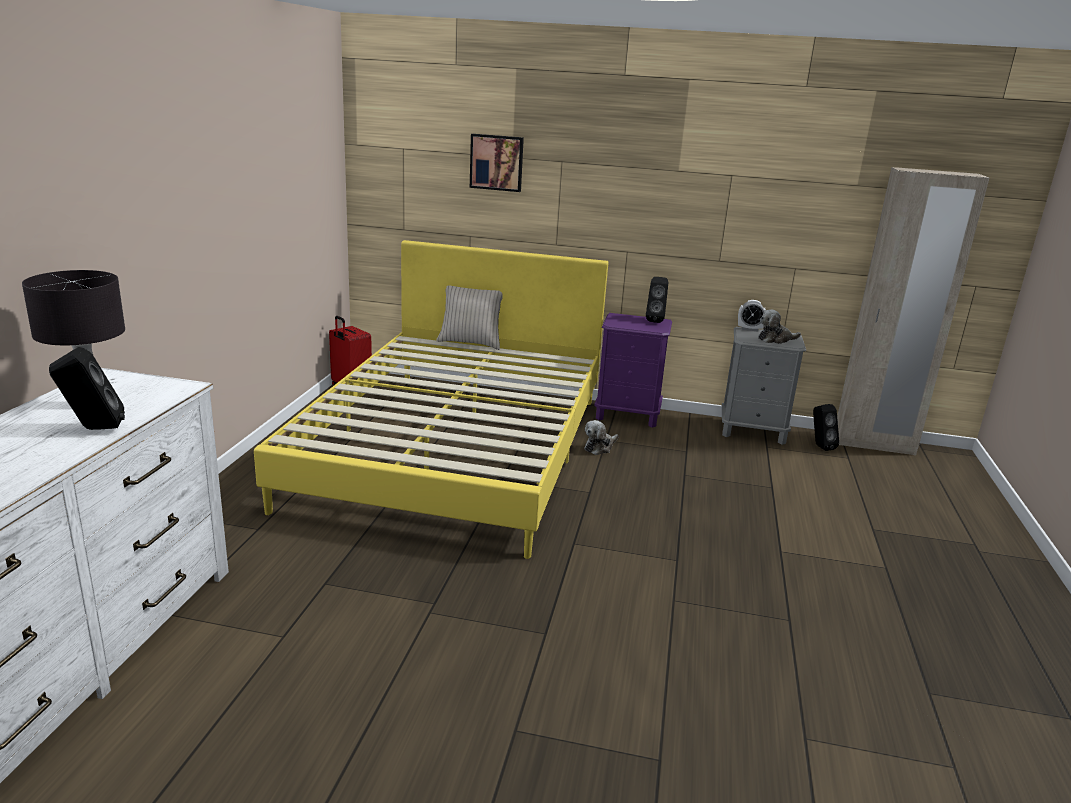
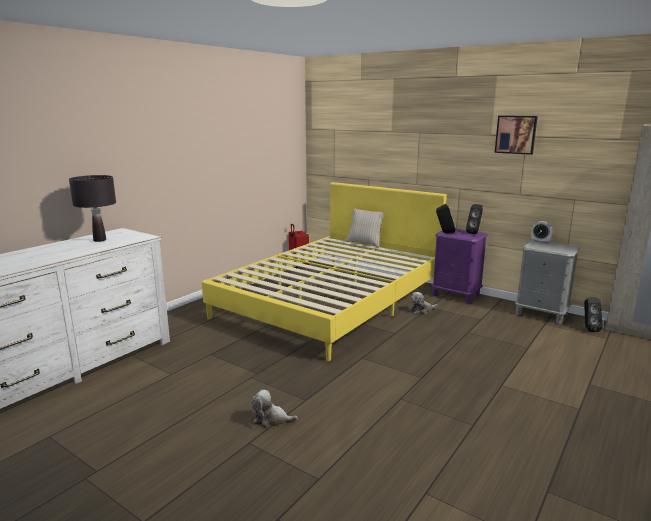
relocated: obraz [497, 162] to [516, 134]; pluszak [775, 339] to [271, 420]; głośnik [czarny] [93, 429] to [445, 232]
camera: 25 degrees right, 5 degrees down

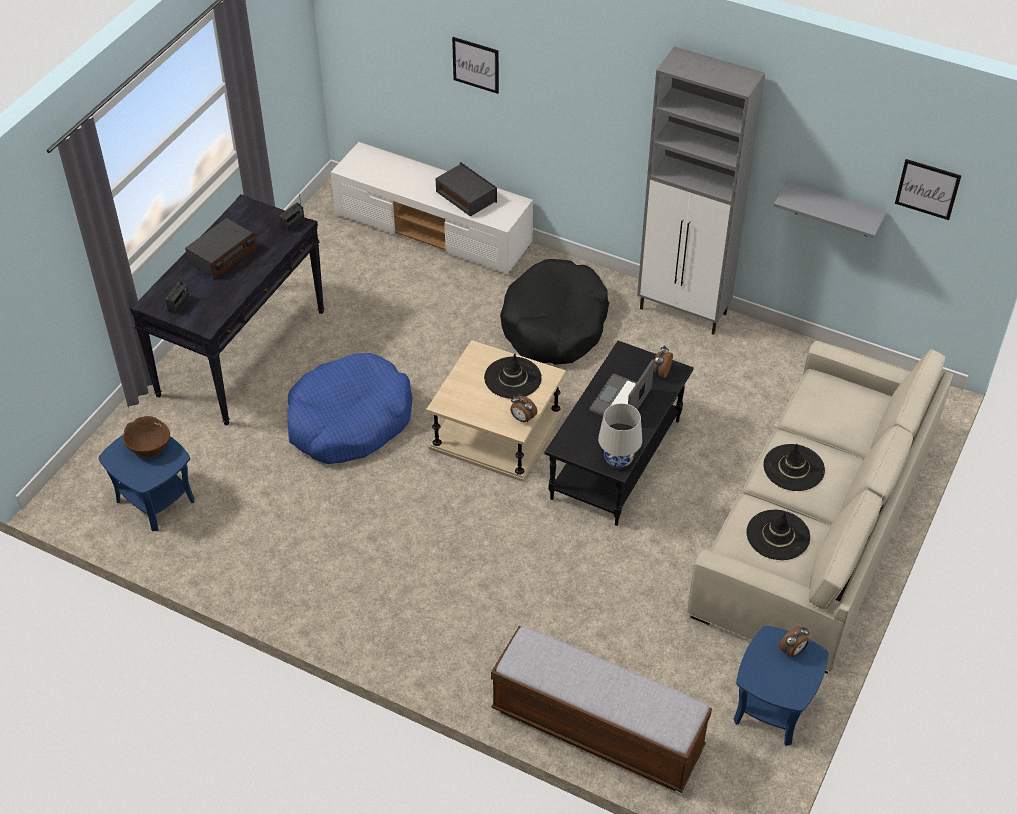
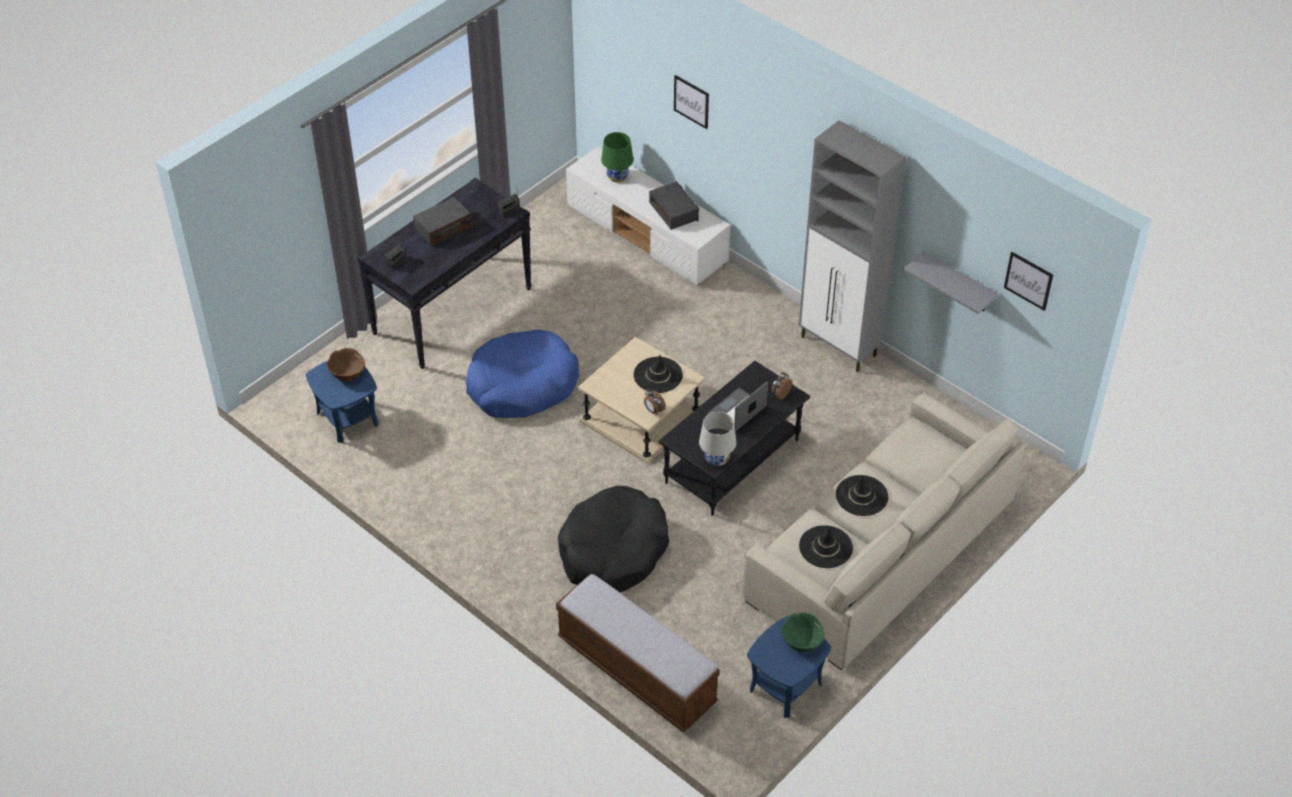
appeared: lampa stołowa [zielony] [617, 177]
relocated: legowisko [czarny] [554, 325] to [613, 551]
exchanged: budzik [793, 651] to miska [zielony] [802, 640]
camera: 15 degrees right, 0 degrees up

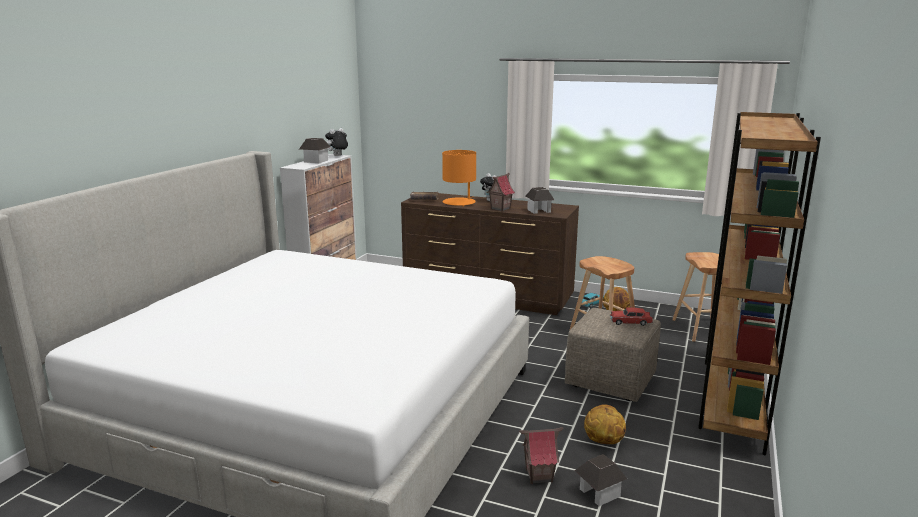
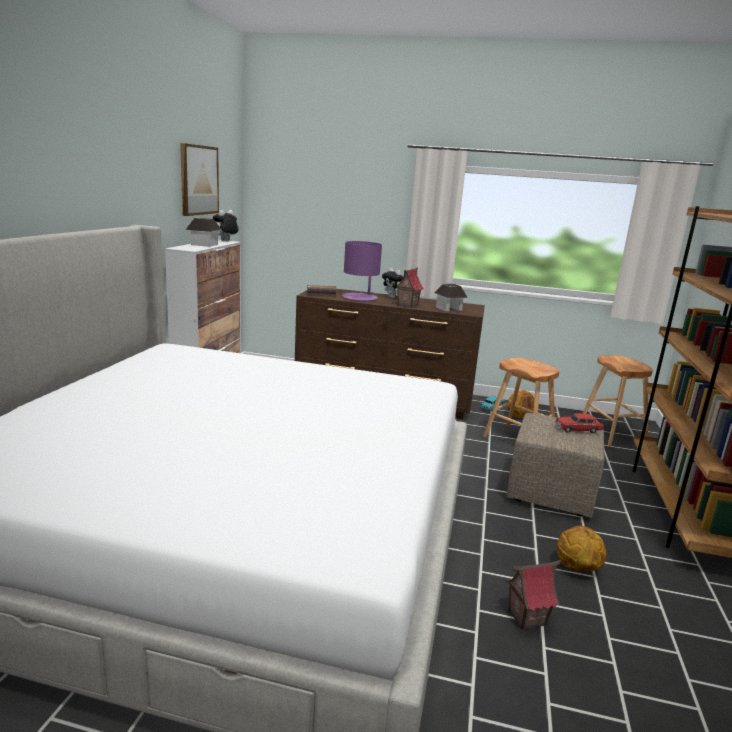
missing: domek [599, 493]
appeared: obraz [198, 180]
colour: lampa stołowa [pomarańczowy] [459, 202] to lampa stołowa [fioletowy] [360, 298]
camera: 10 degrees left, 0 degrees up

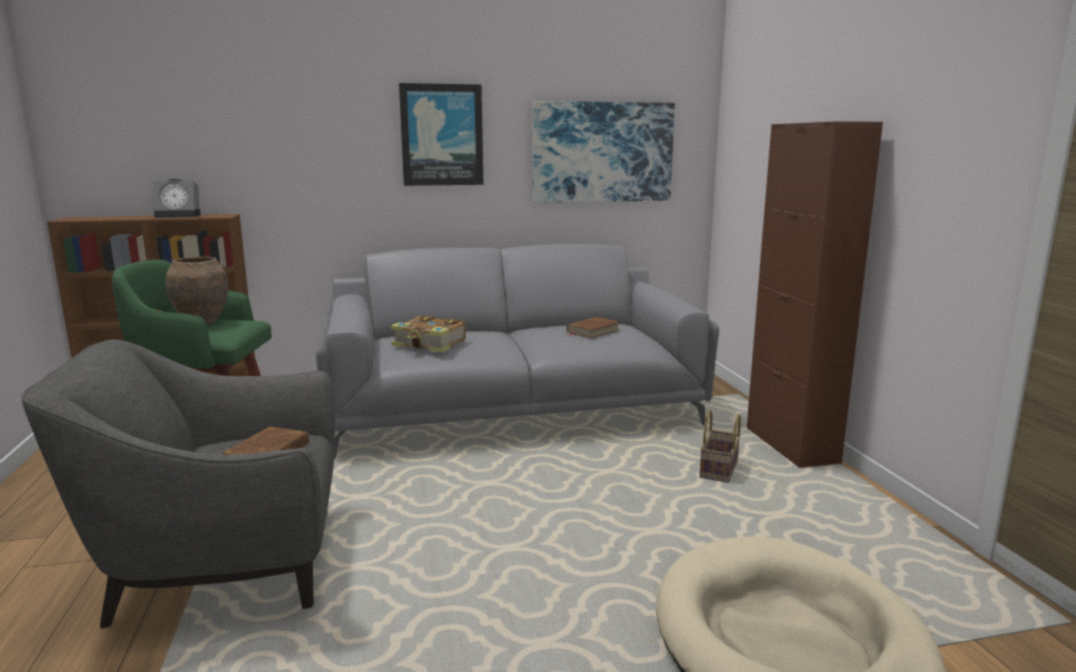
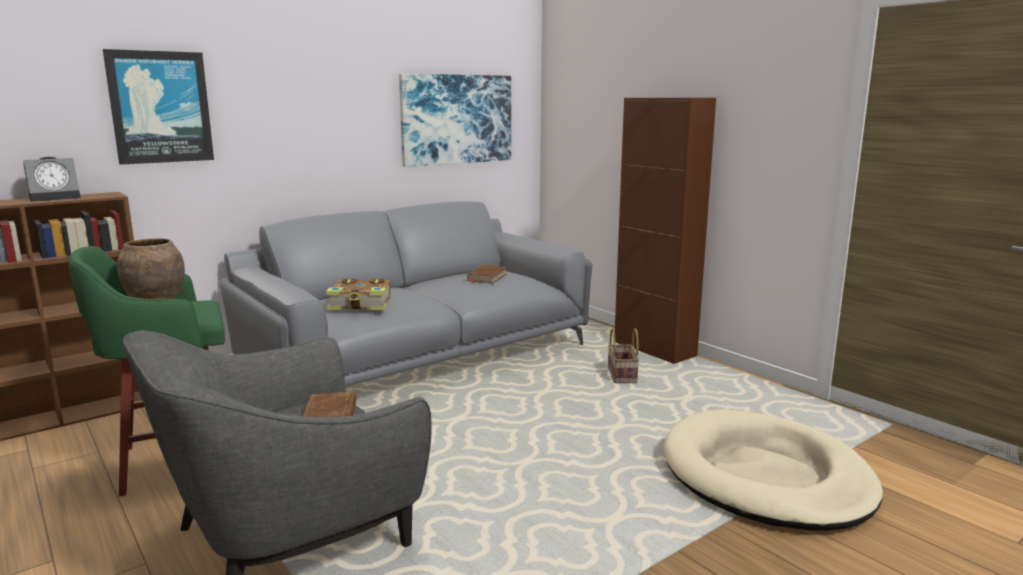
relocated: obraz [442, 135] to [160, 107]
camera: 25 degrees left, 0 degrees up

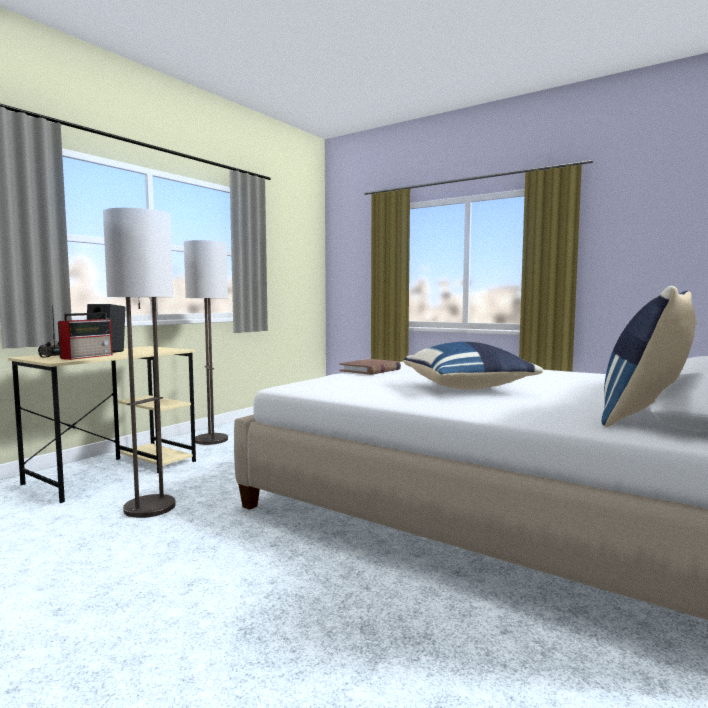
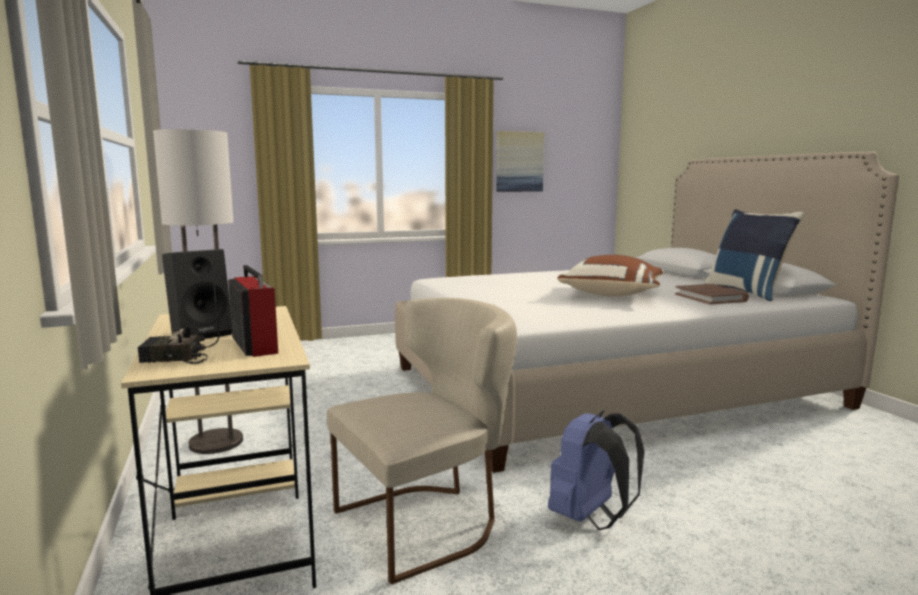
appeared: obraz [519, 161]; plecak [niebieski] [590, 518]
relocated: książka [brązowy] [370, 370] to [710, 297]
exchanged: lampa stojąca [150, 508] to krzesło [beżowy] [427, 522]
colour: poduszka [niebieski] [468, 388] to poduszka [brązowy] [613, 294]
camera: 55 degrees left, 5 degrees up

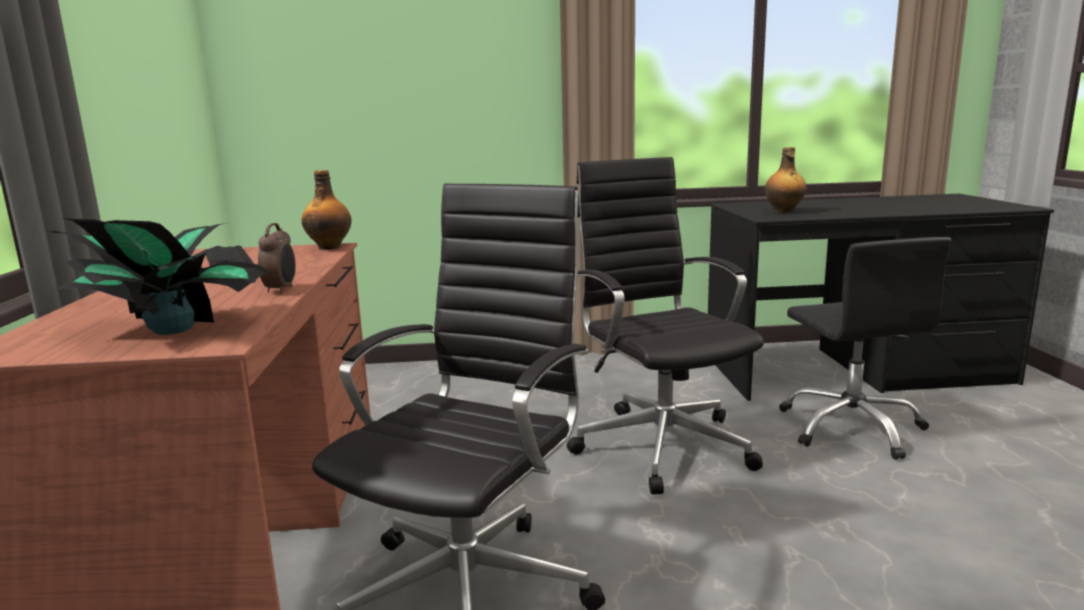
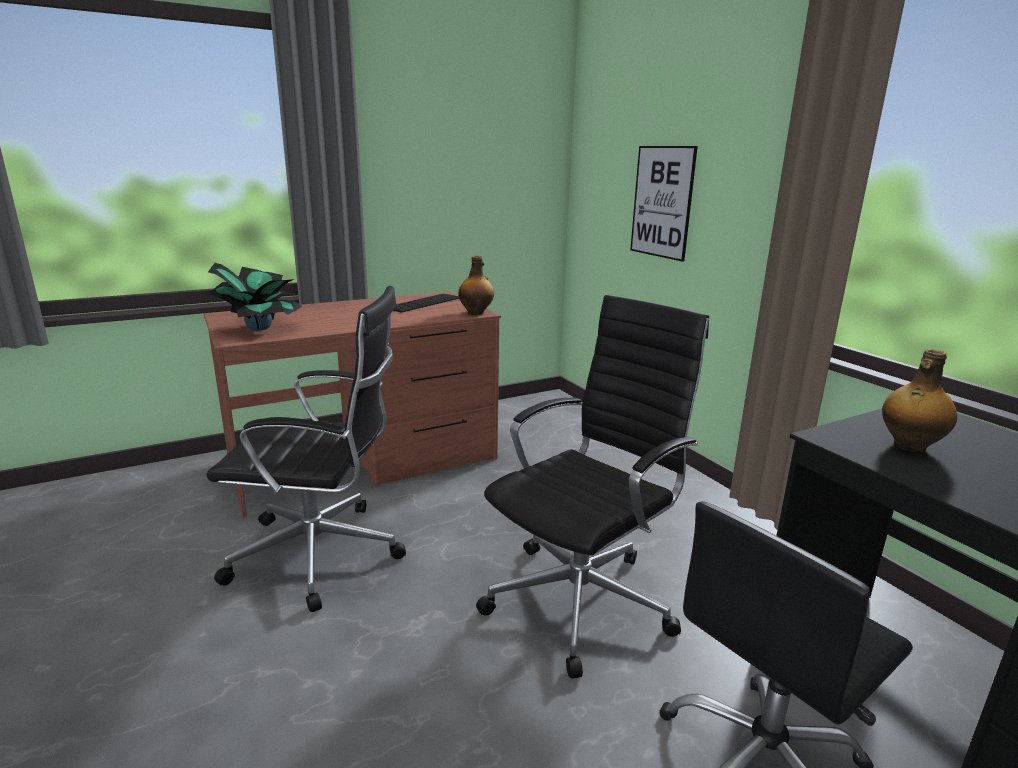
missing: budzik [281, 290]
appeared: obraz [662, 202]
camera: 65 degrees right, 5 degrees up

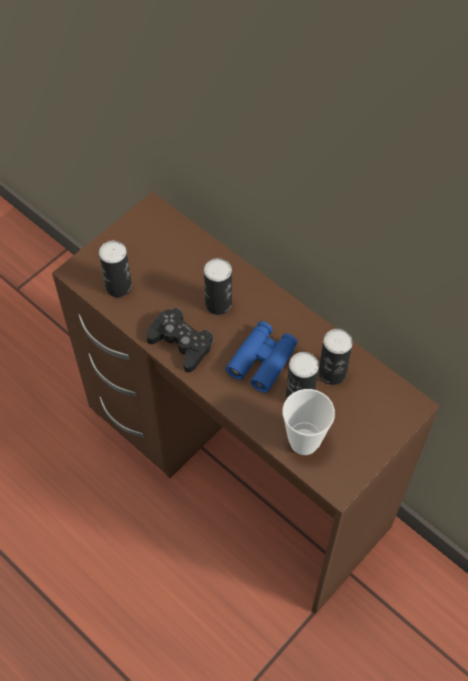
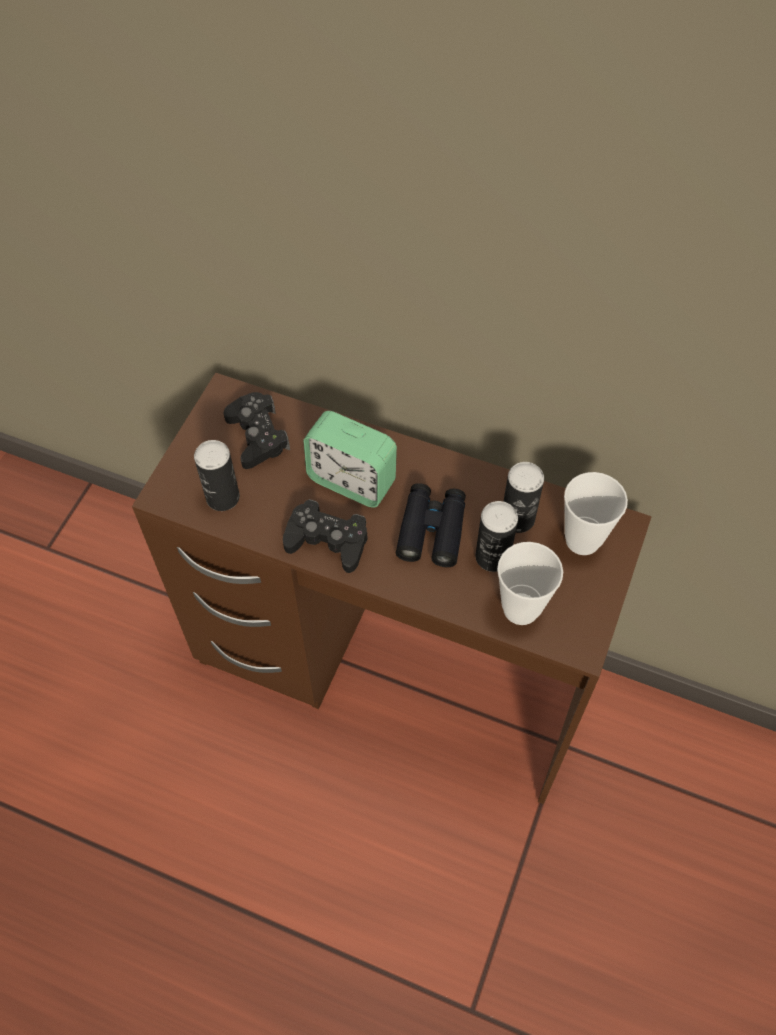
appeared: pad do gier [czarny] [257, 436]; filiżanka [582, 540]
exchanged: puszka [218, 304] to budzik [352, 480]
colour: lornetka [niebieski] [262, 360] to lornetka [czarny] [431, 530]
camera: 20 degrees left, 0 degrees up

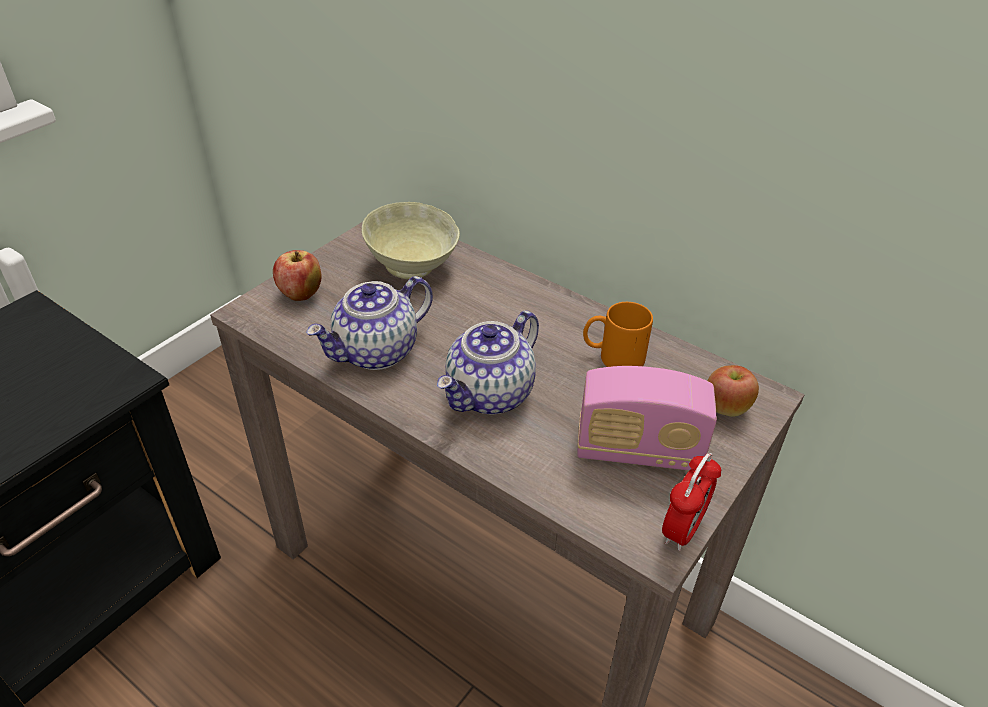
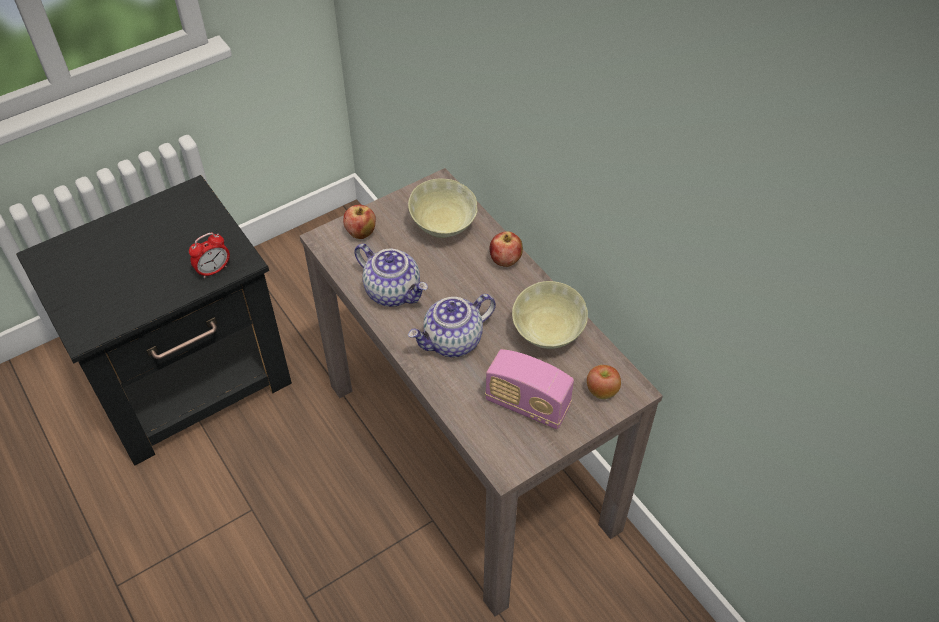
appeared: jabłko [505, 261]
relocated: budzik [682, 529] to [214, 270]
exchanged: kubek [pomarańczowy] [612, 357] to miska [beżowy] [546, 334]
spun: imbryk [376, 352] = [393, 291] 120 degrees counterclockwise
camera: 20 degrees right, 10 degrees up

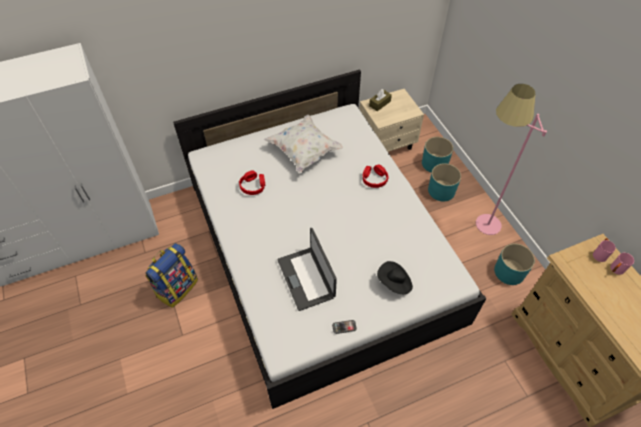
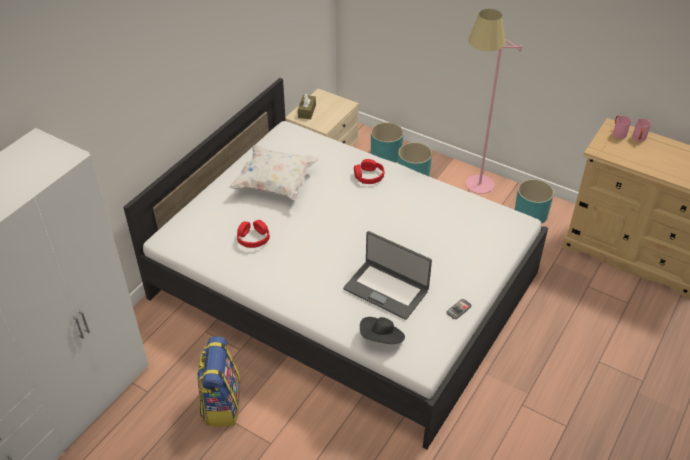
relocated: kapelusz [czarny] [394, 283] to [382, 339]
camera: 35 degrees left, 10 degrees down

